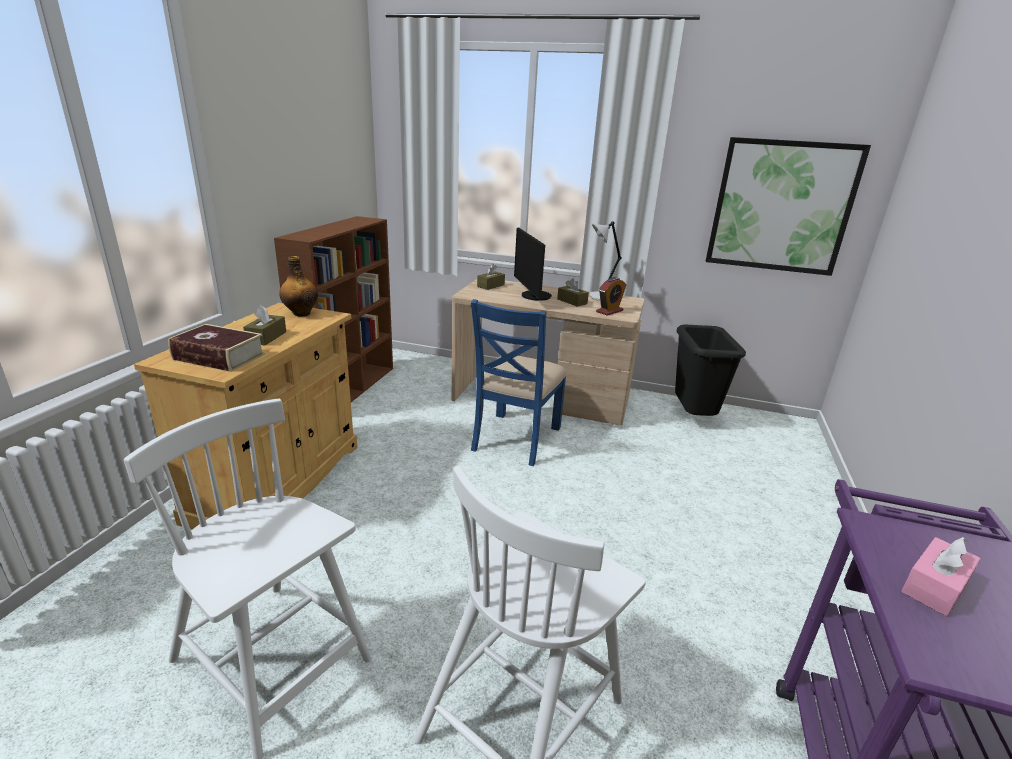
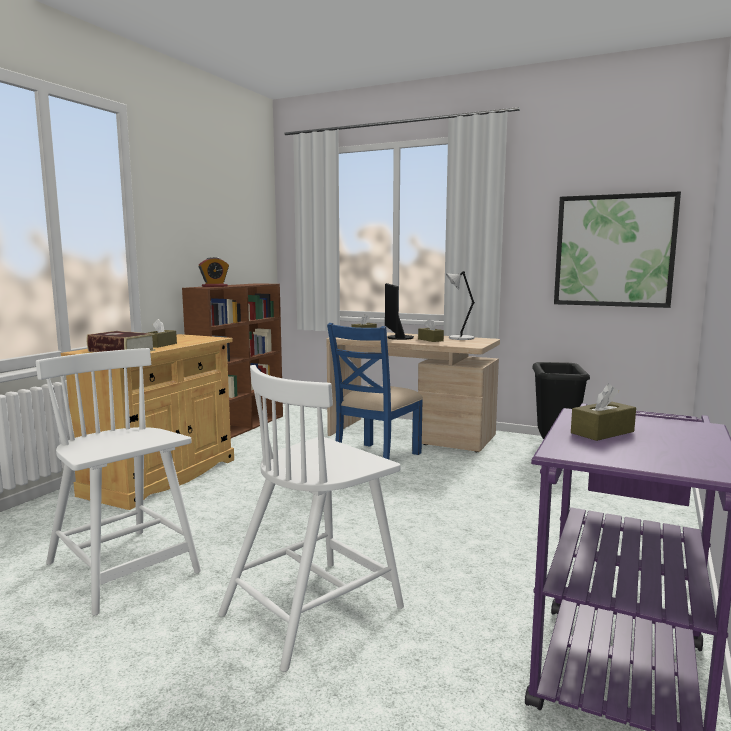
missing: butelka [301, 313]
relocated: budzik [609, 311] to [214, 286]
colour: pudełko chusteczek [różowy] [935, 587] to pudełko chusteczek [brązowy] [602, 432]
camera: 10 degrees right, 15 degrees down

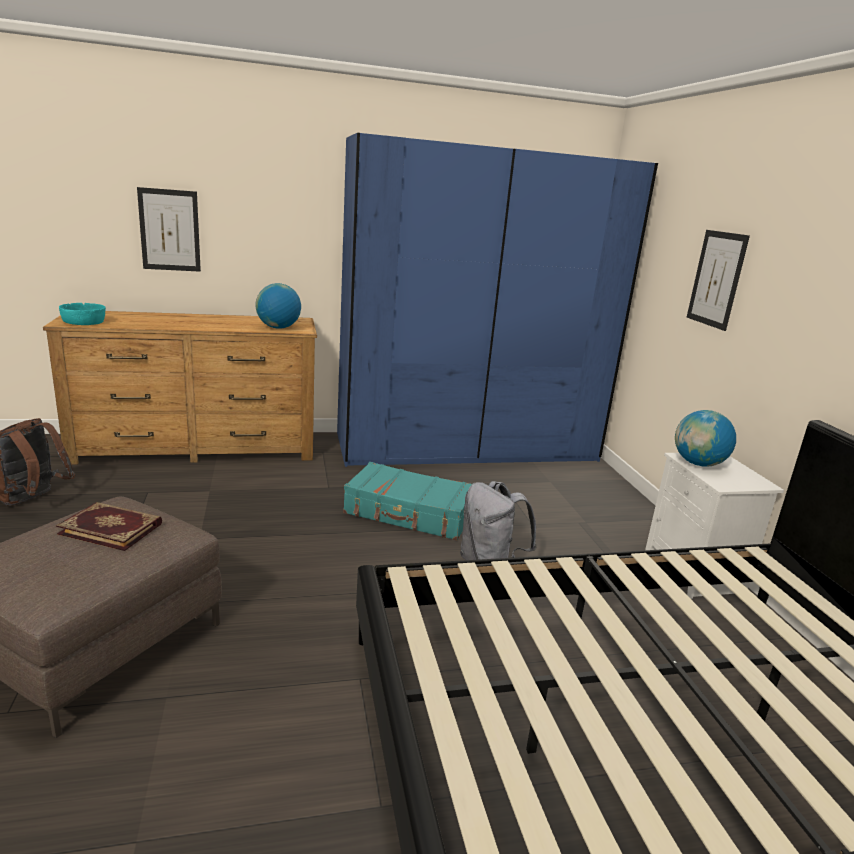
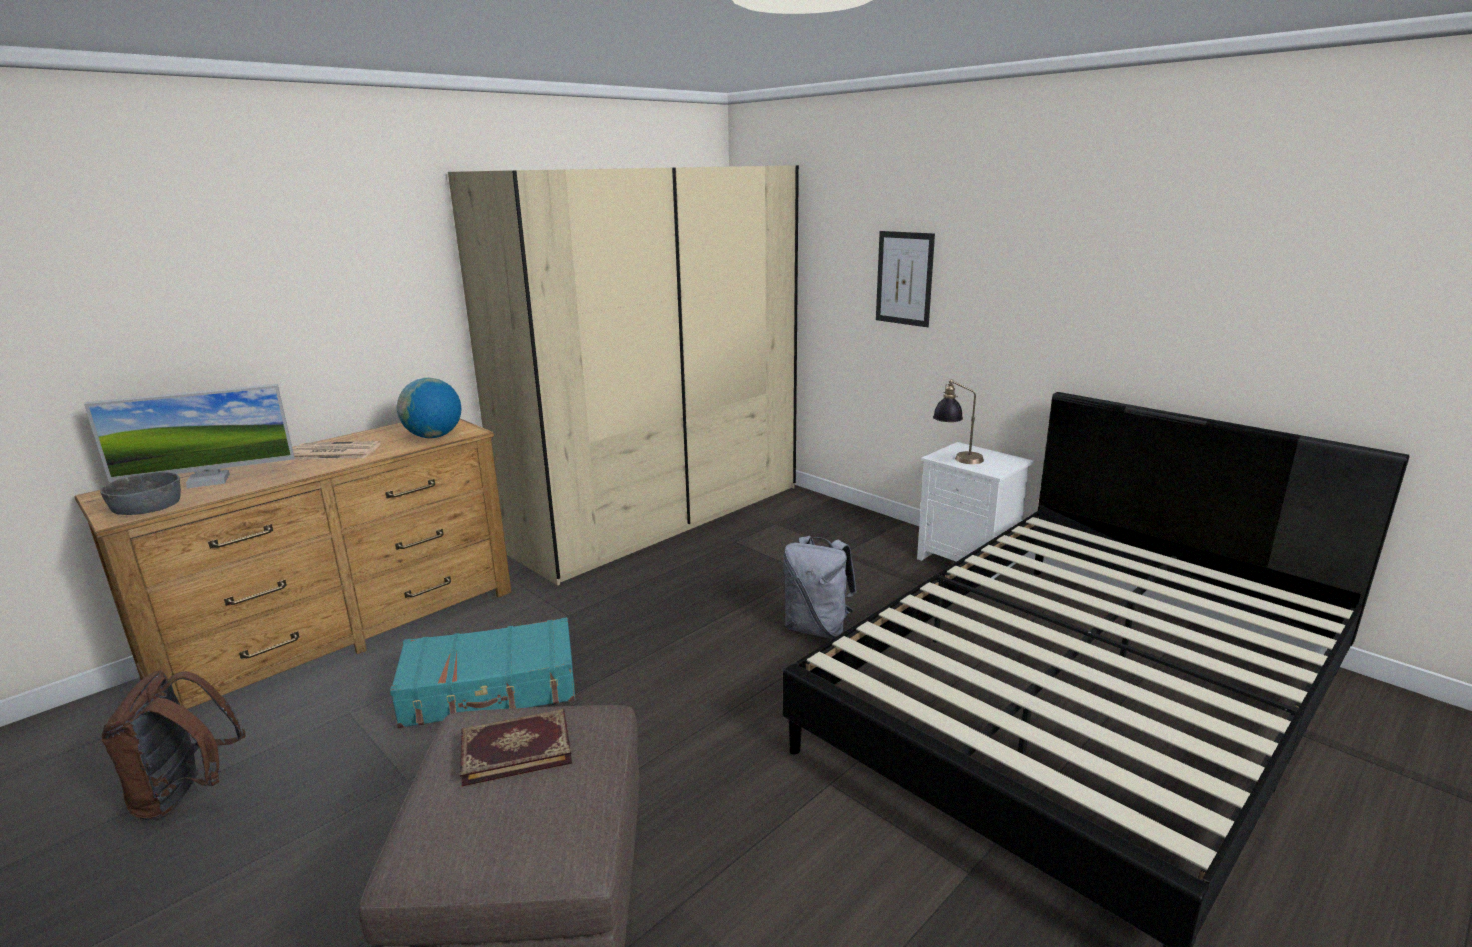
missing: obraz [169, 230]
appeared: monitor [208, 481]; gazeta [333, 452]
relocated: walizka [turkusowy] [409, 513] to [491, 689]
exchanged: globus [698, 464] to lampa stołowa [956, 459]
colour: szafa [niebieski] [467, 447] to szafa [beżowy] [659, 516]; miska [turkusowy] [84, 321] to miska [szary] [148, 505]
camera: 30 degrees left, 0 degrees up

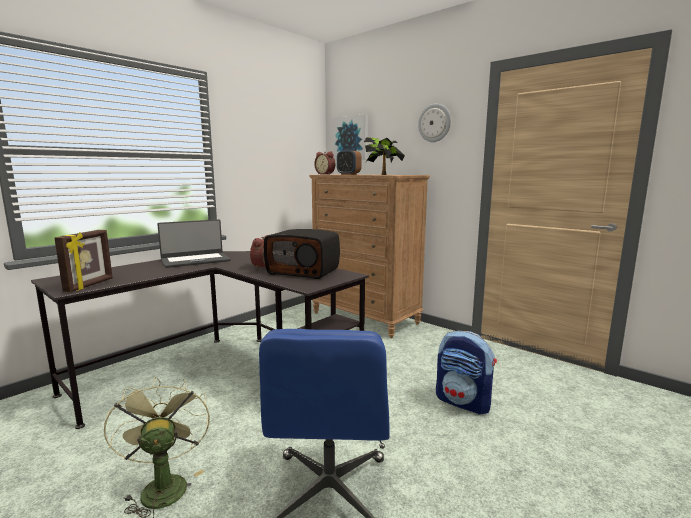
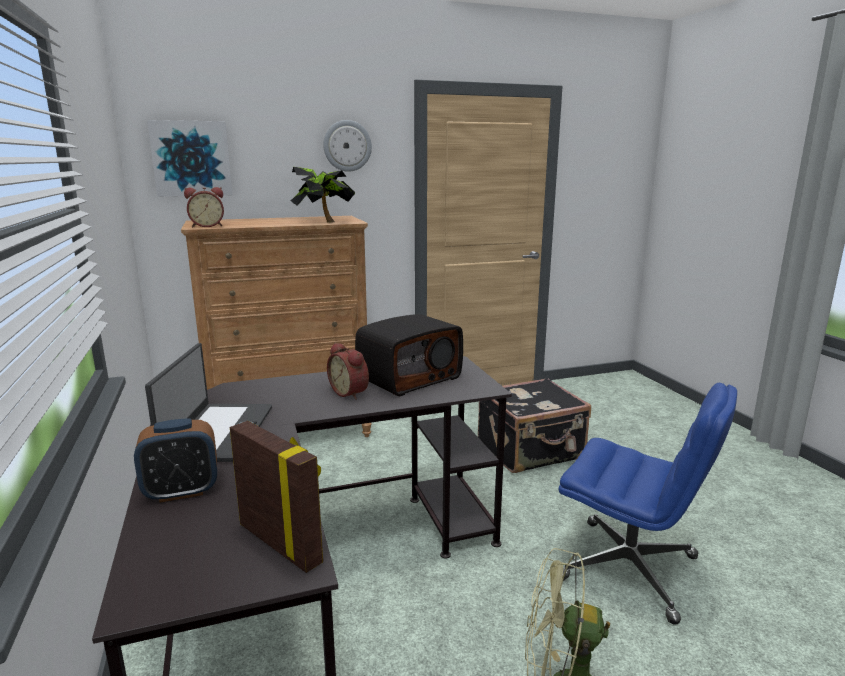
relocated: budzik [348, 174] to [182, 491]
exchanged: plecak [463, 402] to walizka [czarny] [531, 451]
camera: 60 degrees left, 5 degrees up

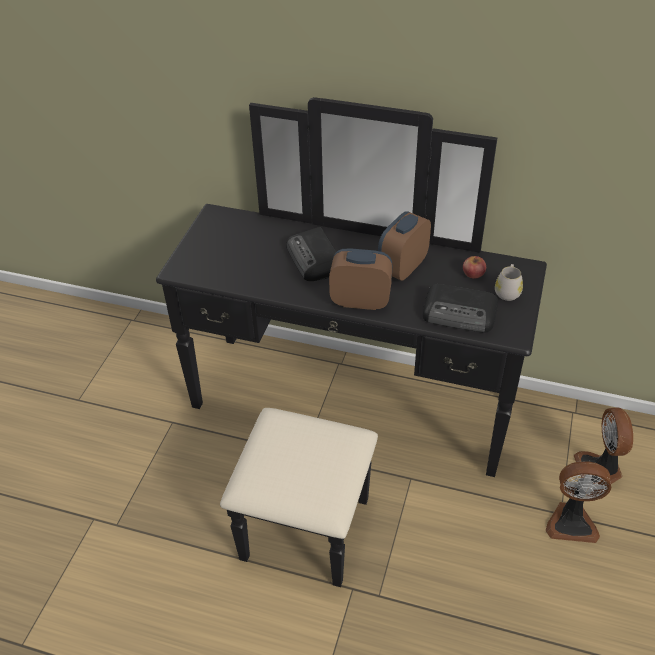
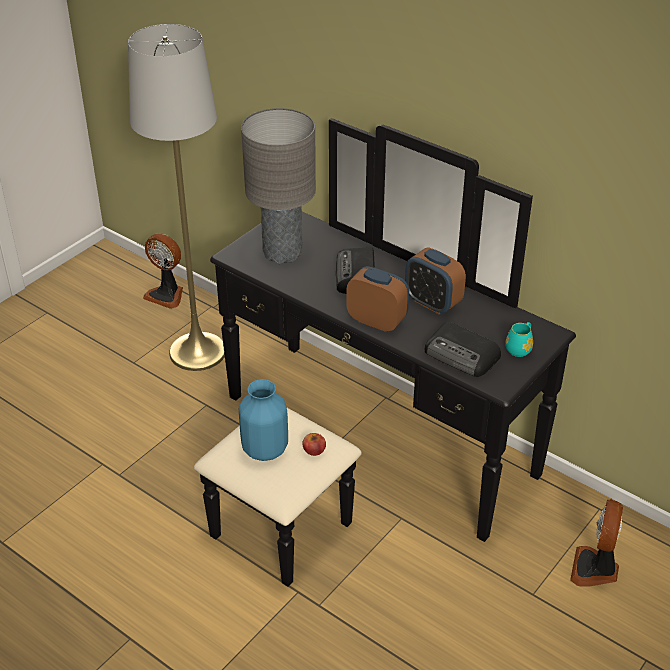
appeared: lampa stojąca [szary] [198, 352]; lampa stołowa [szary] [282, 252]; wazon [niebieski] [264, 449]
relocated: jabłko [473, 273] to [314, 450]; wentylator [571, 522] to [167, 295]
colour: kubek [biały] [507, 291] to kubek [turkusowy] [520, 348]
spun: budzik [402, 268] = [432, 303] 105 degrees counterclockwise
camera: 20 degrees right, 5 degrees down

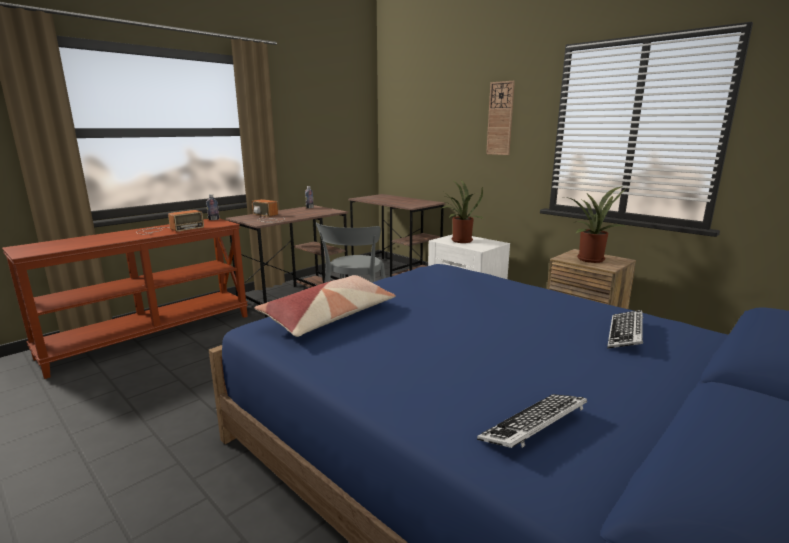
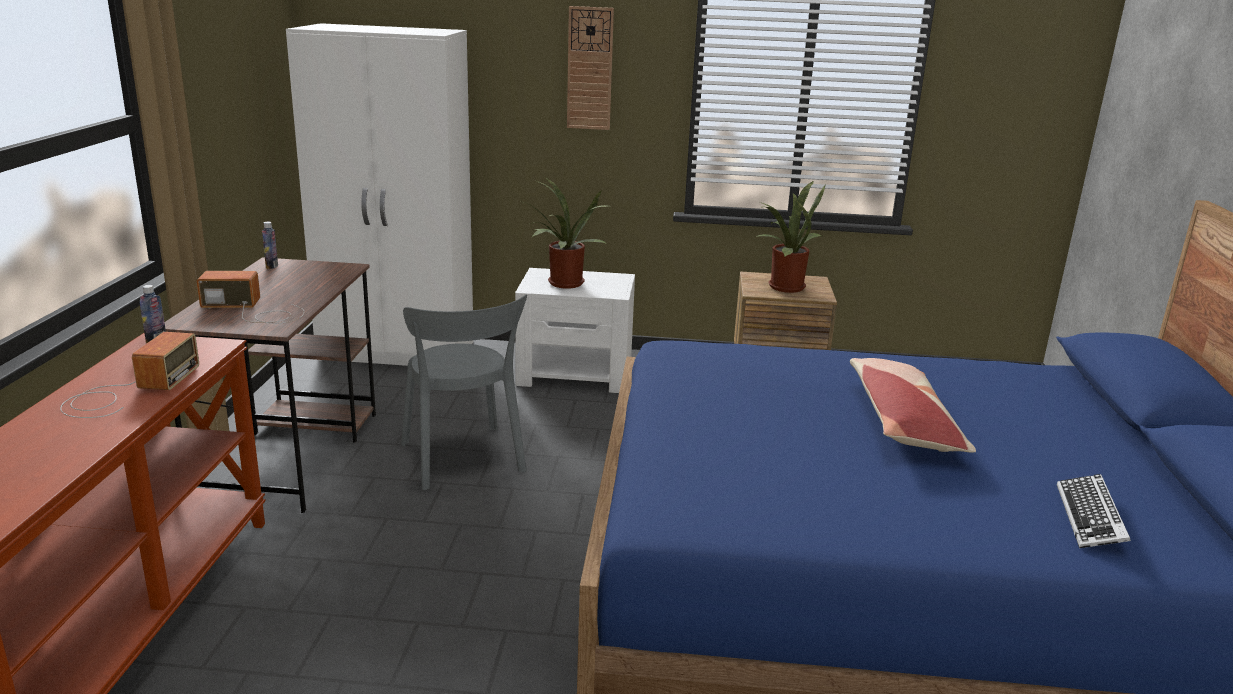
missing: klawiatura [625, 334]
relocated: poduszka [330, 316] to [903, 421]
exchanged: biurko [brązowy] [396, 270] to szafa [biały] [398, 351]
camera: 40 degrees left, 5 degrees up

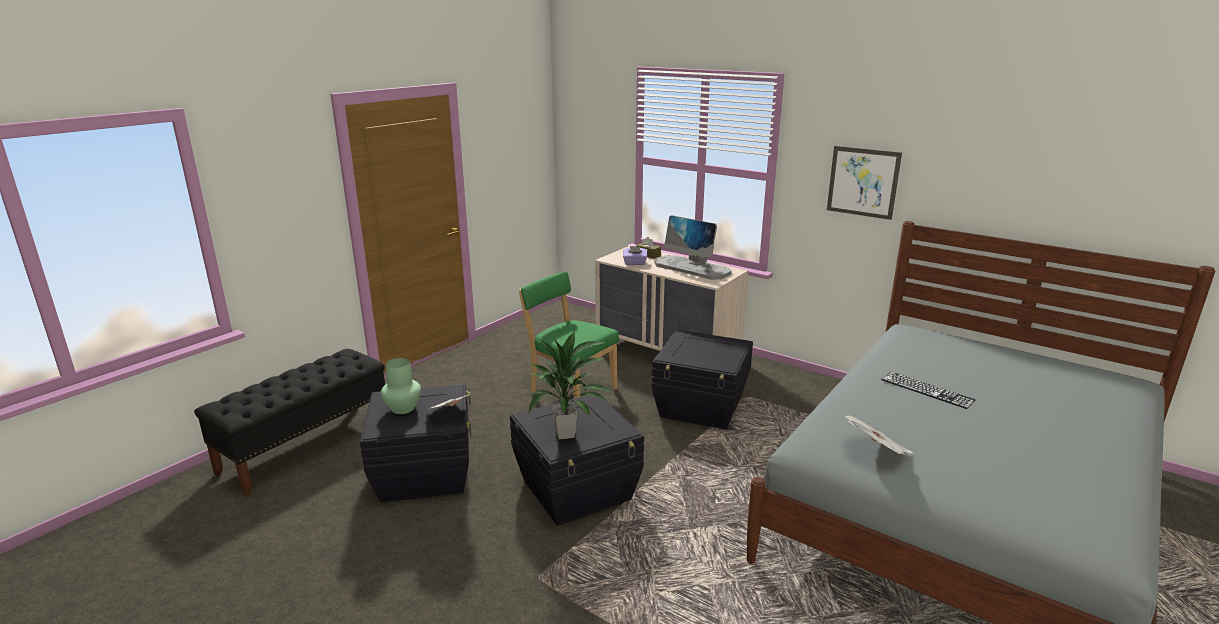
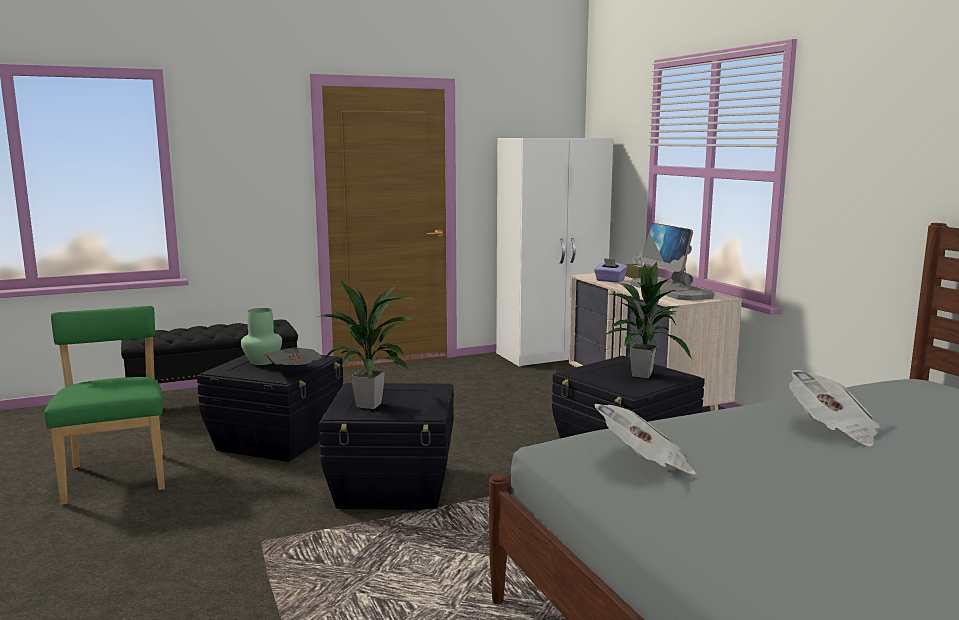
missing: obraz [863, 182]
appeared: szafa [biały] [551, 354]; roślina doniczkowa [641, 375]
relocated: krzesło [zielony] [570, 389] to [117, 476]
exchanged: klawiatura [927, 390] to gazeta [832, 430]
camera: 30 degrees right, 10 degrees down

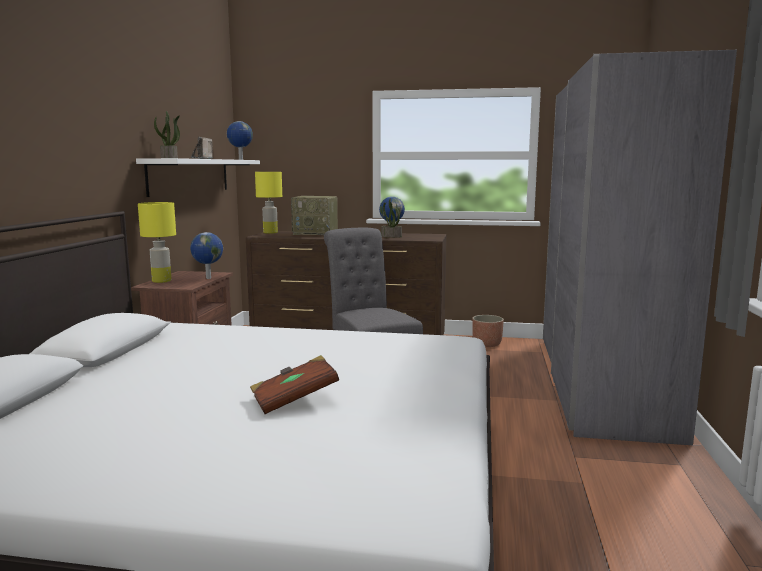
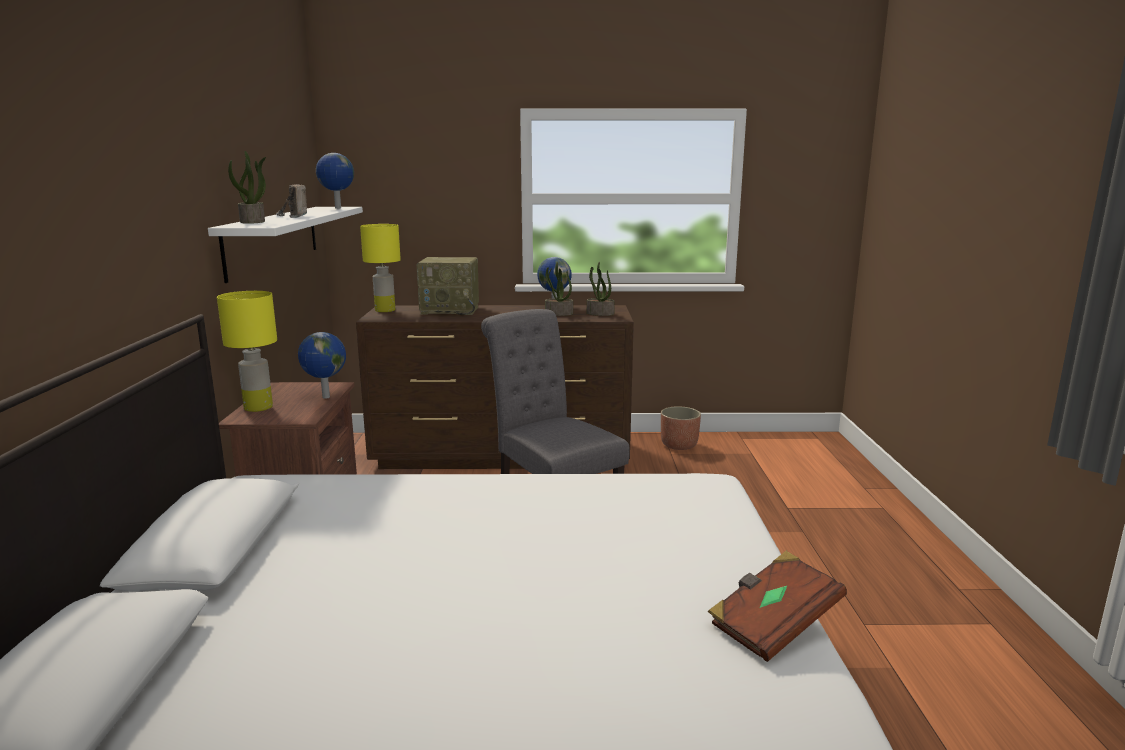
missing: szafa [szary] [600, 382]
appeared: roślina doniczkowa [599, 314]
relocated: książka [brązowy] [294, 400] to [772, 625]
camera: 10 degrees left, 5 degrees up

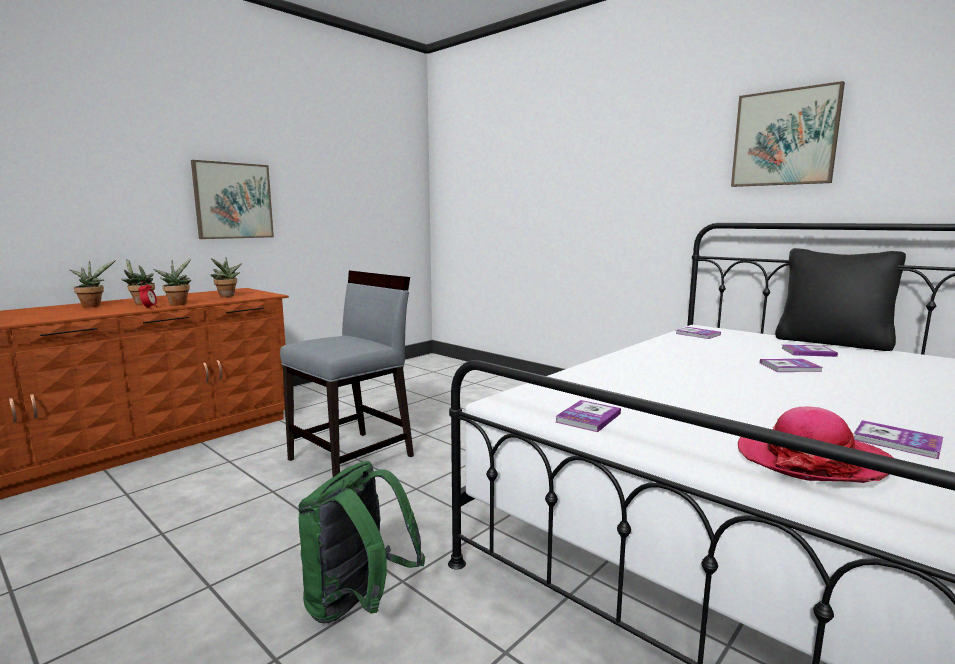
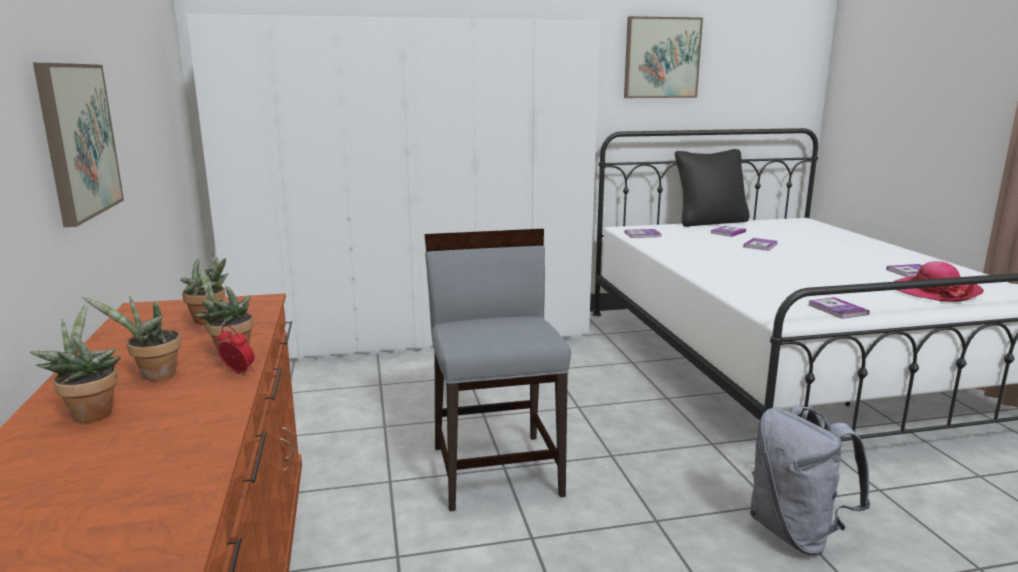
appeared: szafa [biały] [416, 338]
colour: plecak [zielony] [357, 605] to plecak [szary] [796, 533]
camera: 55 degrees left, 5 degrees up

